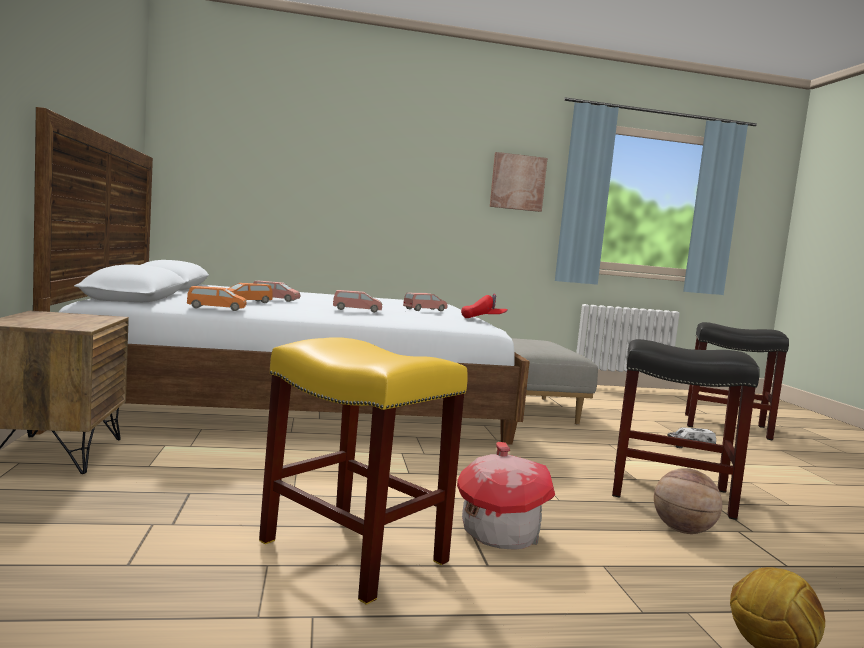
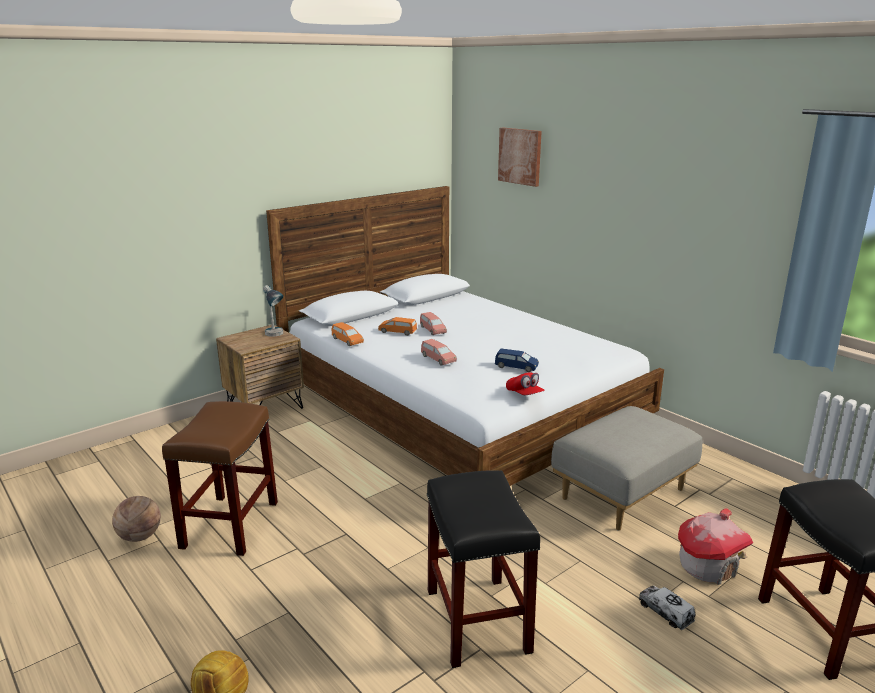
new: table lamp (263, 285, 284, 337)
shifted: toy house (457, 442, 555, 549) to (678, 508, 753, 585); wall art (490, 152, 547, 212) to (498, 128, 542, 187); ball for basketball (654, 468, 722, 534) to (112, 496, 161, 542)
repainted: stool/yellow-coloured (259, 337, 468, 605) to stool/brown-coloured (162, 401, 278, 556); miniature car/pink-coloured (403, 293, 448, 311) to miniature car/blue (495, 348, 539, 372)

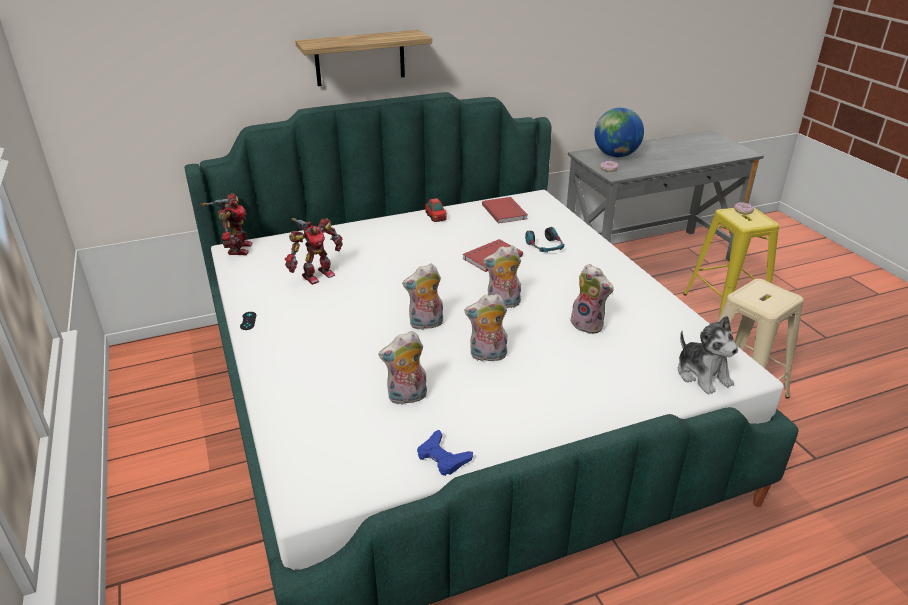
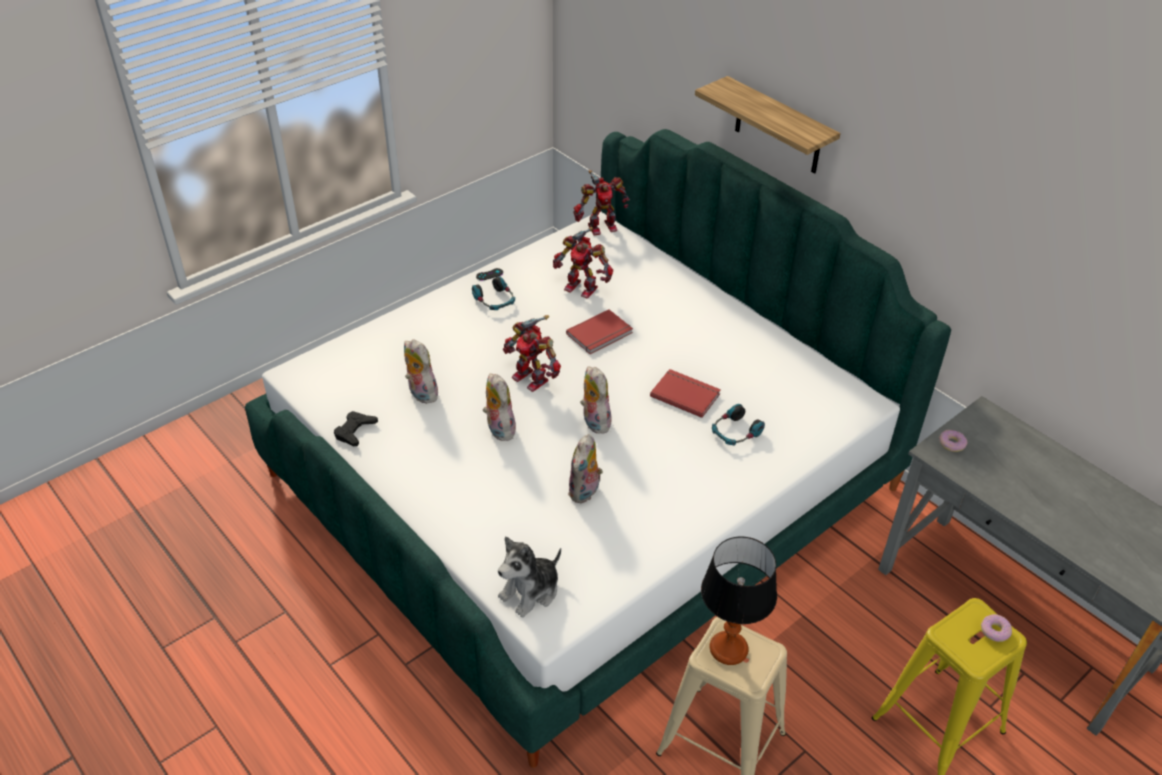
gone: miniature car (425, 198, 447, 222); world globe (595, 108, 644, 157)
new: headphones (472, 276, 515, 310); table lamp (701, 536, 777, 665)
shifted: bound book/red (482, 197, 528, 224) to (566, 309, 633, 354)
swapped: soft toy (402, 264, 443, 330) to robot figure (503, 315, 561, 392)
repainted: gamepad/blue (417, 430, 473, 476) to gamepad/black (334, 411, 378, 446)

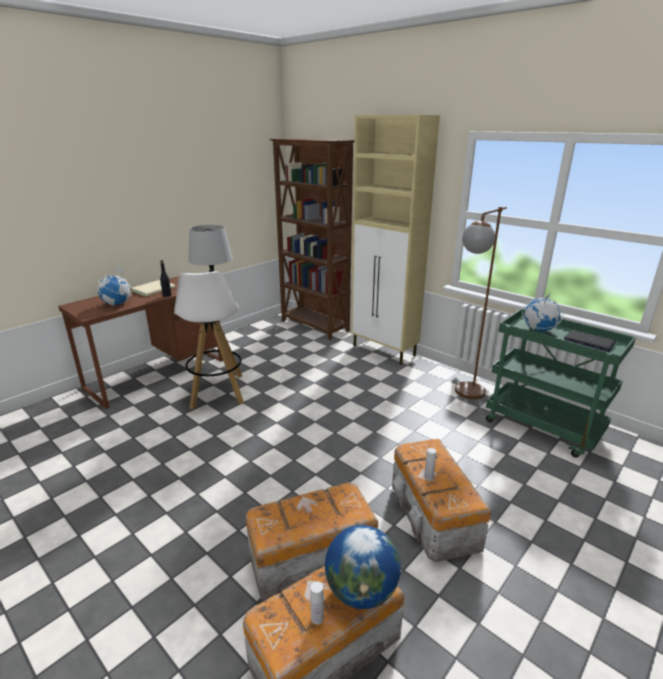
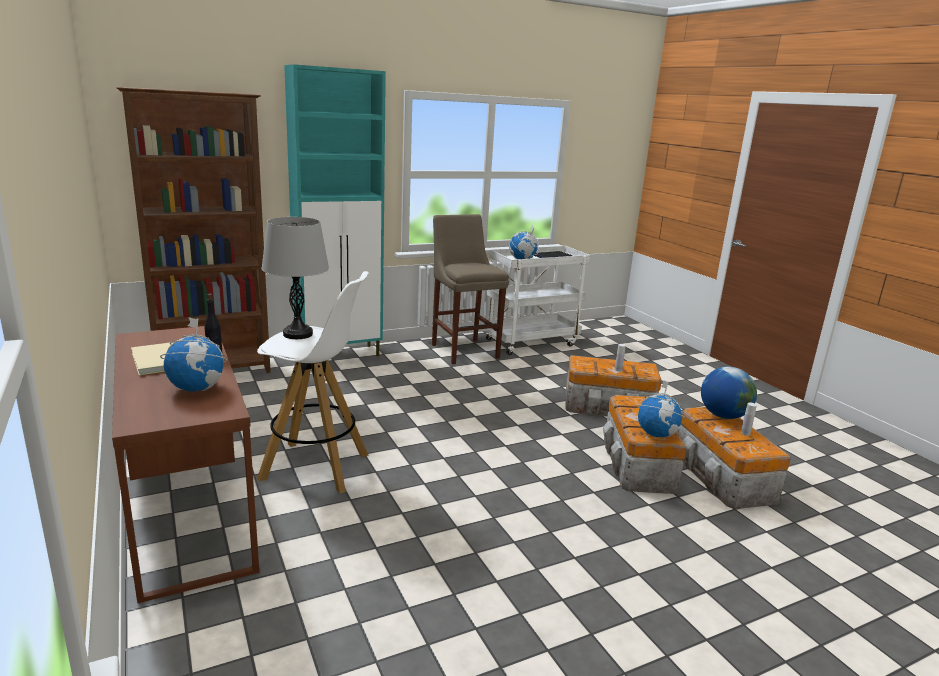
new: world globe (637, 380, 685, 438)
swapped: standard lamp/brown-coloured (455, 207, 507, 399) to stool/beige (432, 214, 509, 364)
repainted: storage cabinet/beige (351, 115, 440, 364) to storage cabinet/turquoise (284, 64, 386, 356); wheeled cart/greenish (486, 309, 636, 458) to wheeled cart/white-coloured (486, 246, 591, 355)

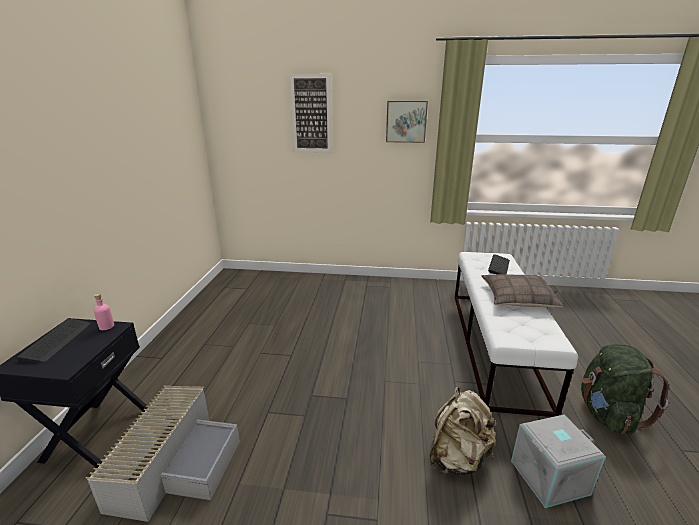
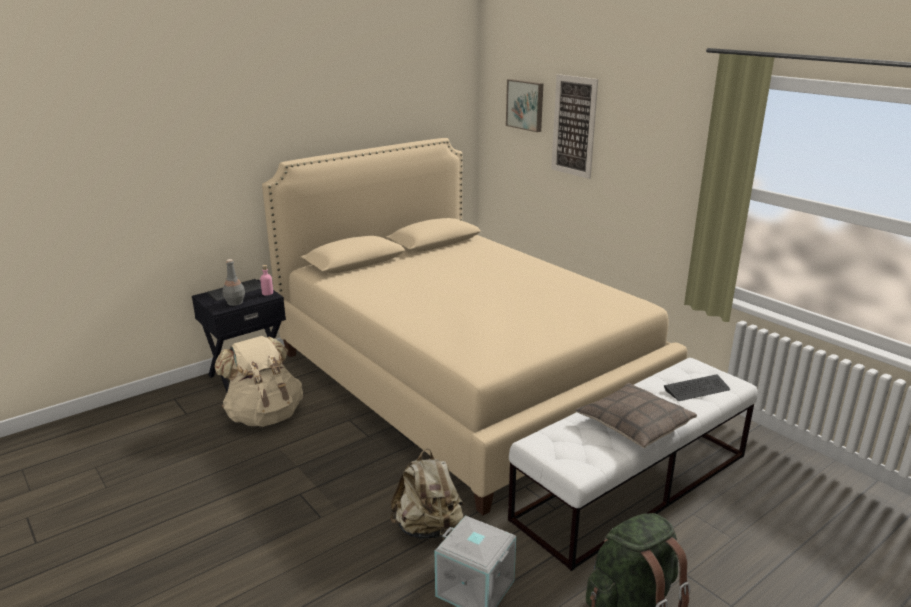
new: drink bottle/grey (223, 259, 245, 306); bedroom bed/beige (262, 138, 687, 515)
shifted: wall art (386, 101, 428, 143) to (506, 79, 543, 132)
swapped: storage container/grey (86, 386, 240, 522) to knapsack/beige (214, 336, 303, 427)

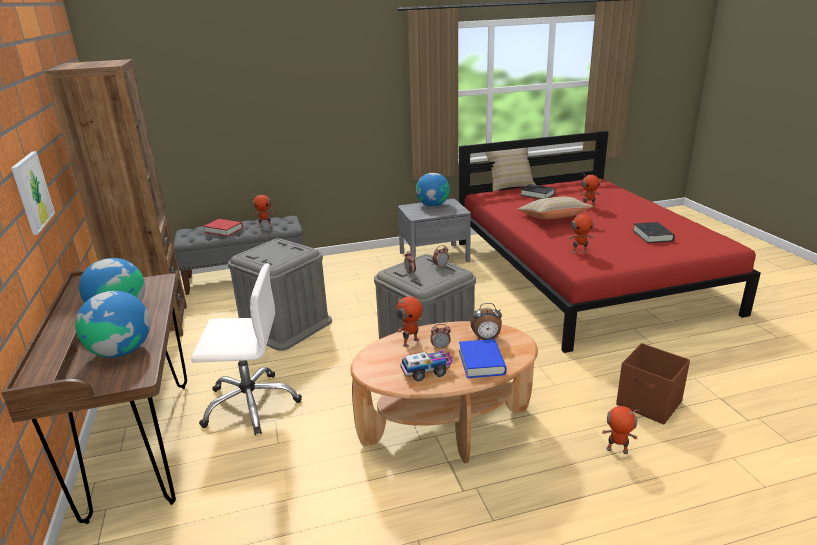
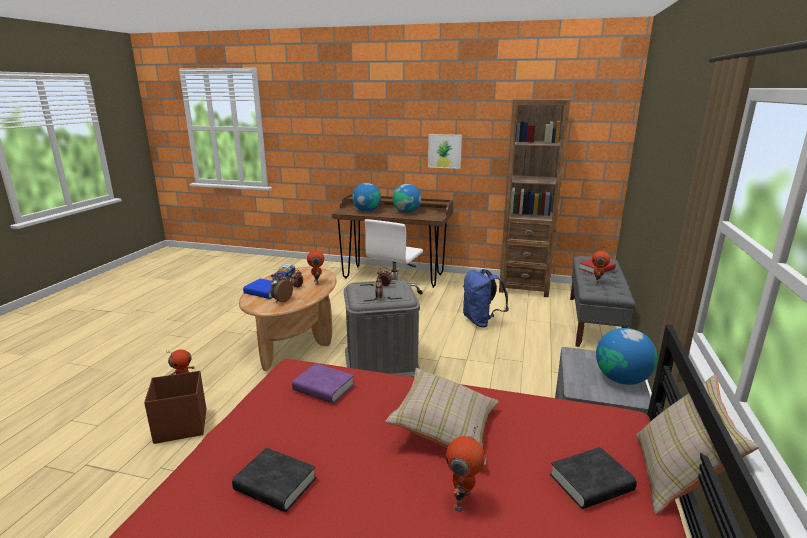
swapped: storage container/grey (228, 238, 332, 351) to knapsack/blue (463, 269, 509, 328); robot figure (569, 212, 594, 254) to bound book/purple-coloured (292, 363, 354, 404)

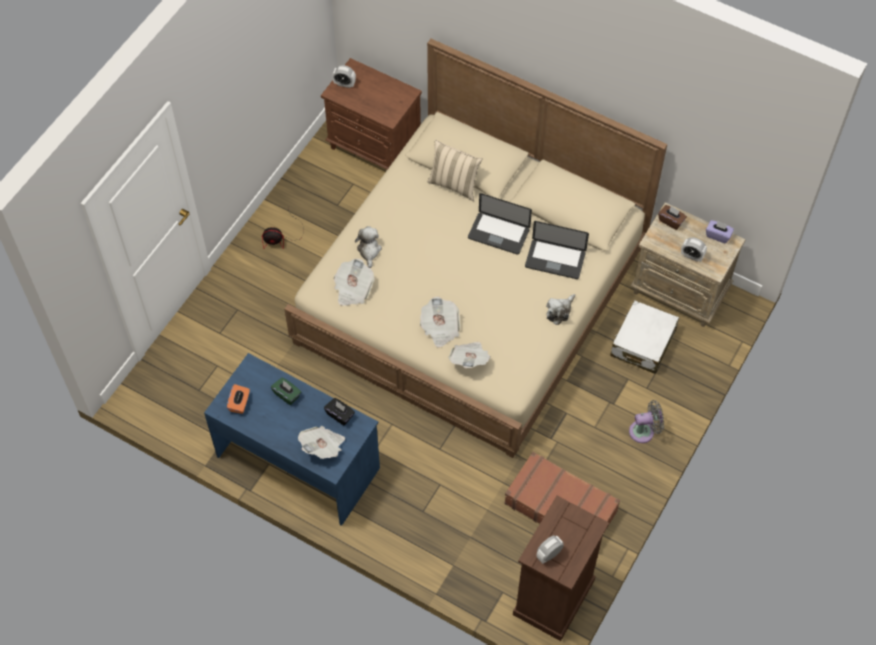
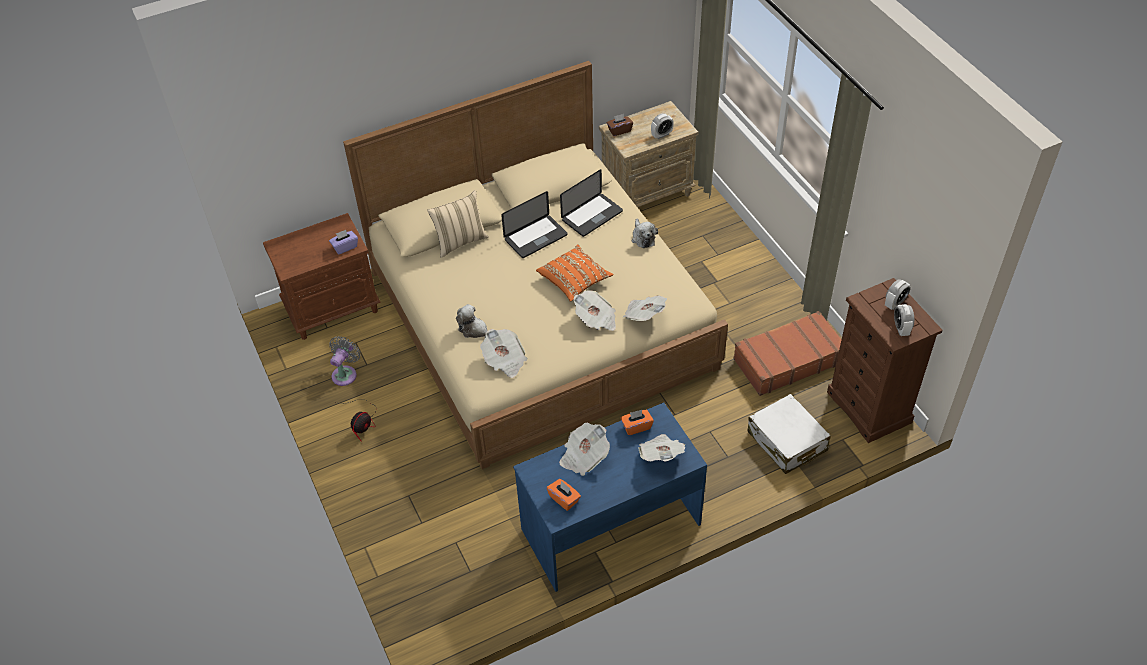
new: pillow/orange-coloured (536, 244, 613, 302)
shifted: bedside clock (332, 65, 356, 88) to (885, 279, 911, 310); travel case/white-coloured (610, 300, 679, 374) to (748, 394, 831, 474); electric fan/grey (629, 400, 664, 443) to (329, 336, 360, 386); box of tissues/purple-coloured (706, 220, 734, 243) to (329, 230, 358, 254)
swapped: box of tissues/greenish (271, 378, 301, 405) to daily paper (559, 423, 610, 476)
repainted: box of tissues/black (324, 398, 355, 425) to box of tissues/orange-coloured (620, 410, 654, 435)

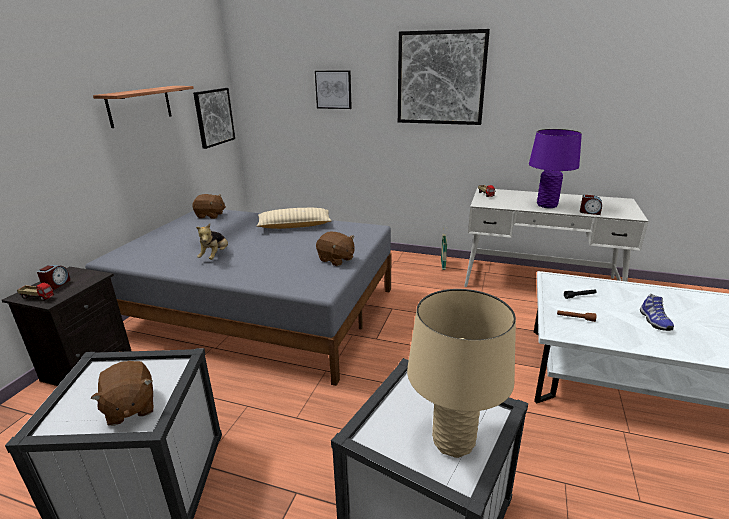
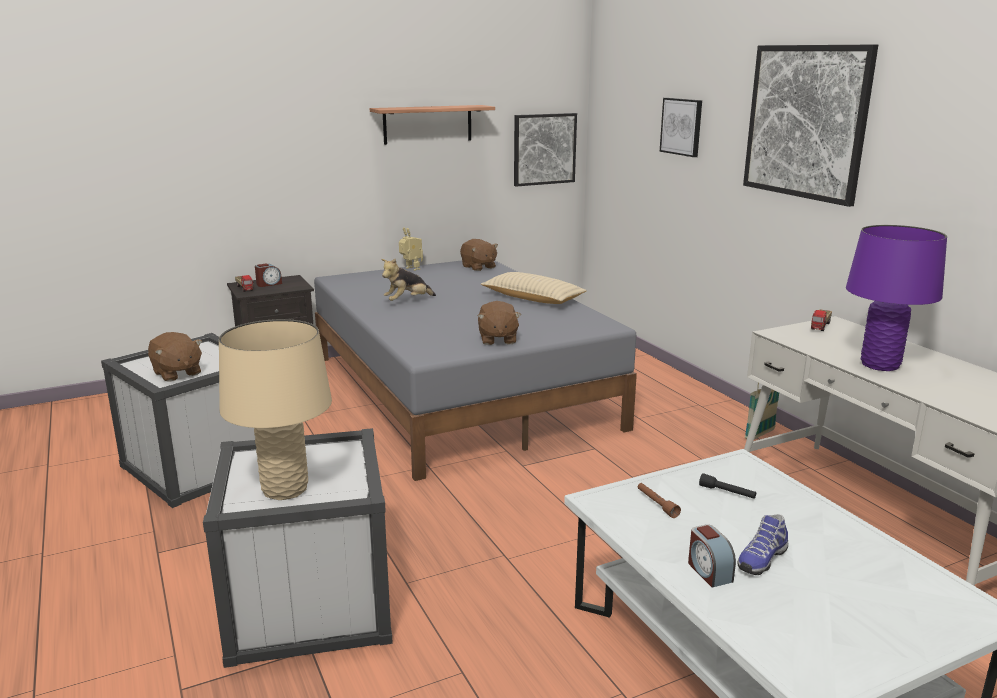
new: robot figure (399, 227, 423, 271)
shifted: bedside clock (580, 195, 602, 215) to (688, 524, 736, 588)
rotated: soft toy/brown-coloured (91, 361, 153, 426) = (148, 332, 202, 382) 60 degrees counterclockwise

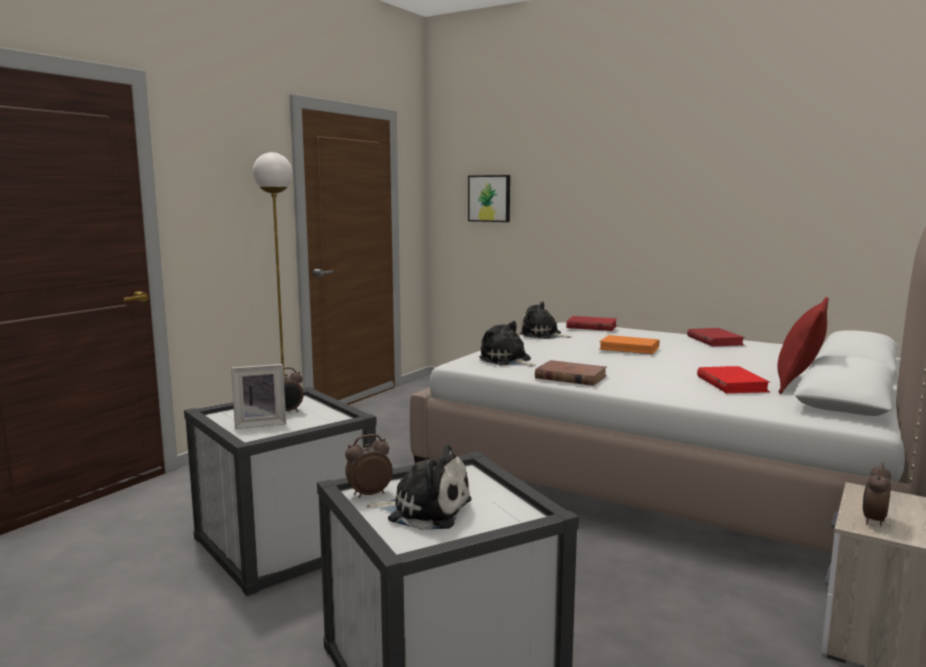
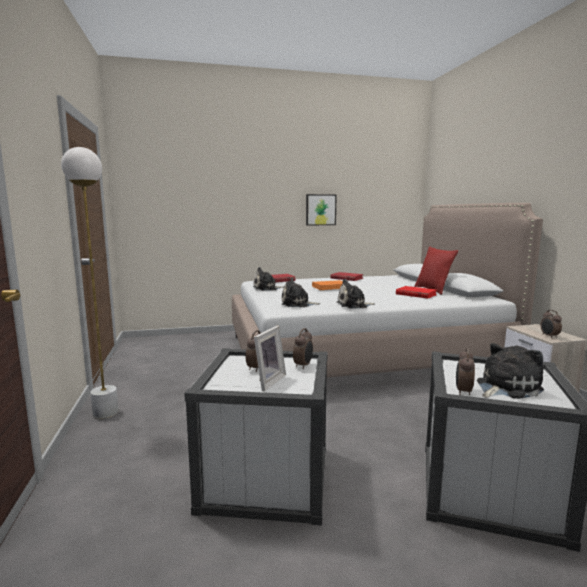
new: bedside clock (293, 328, 313, 369)
shifted: wall art (468, 175, 510, 222) to (306, 194, 337, 225)
swapped: bound book/brown-coloured (535, 360, 607, 386) to soft toy (337, 279, 375, 309)

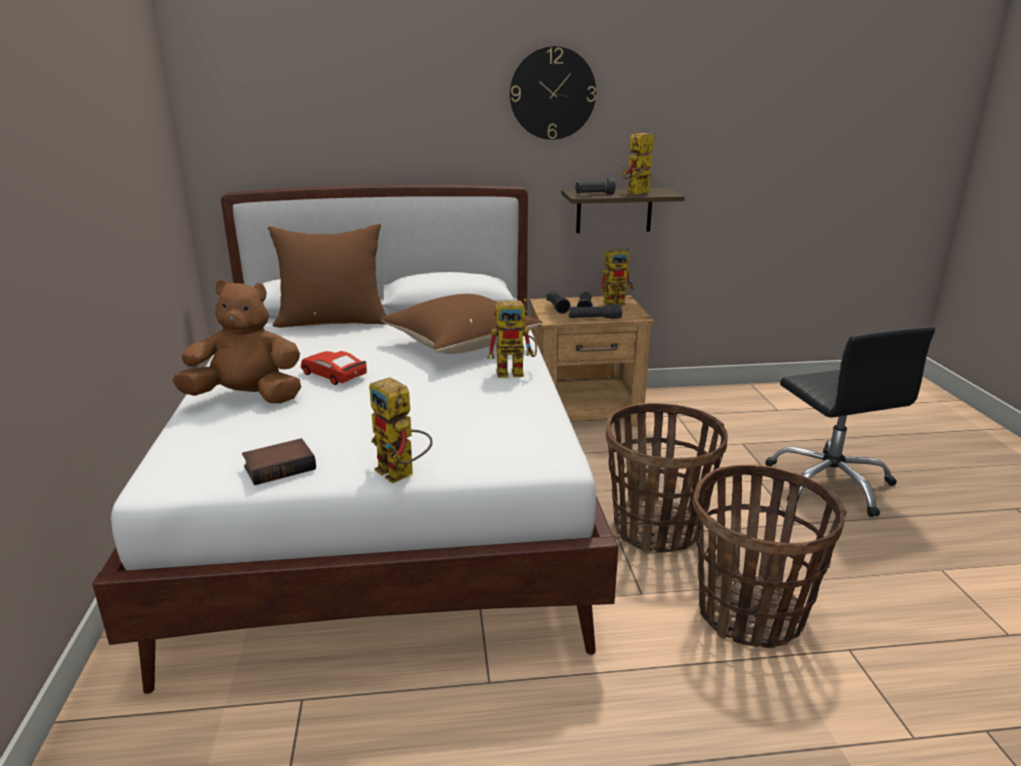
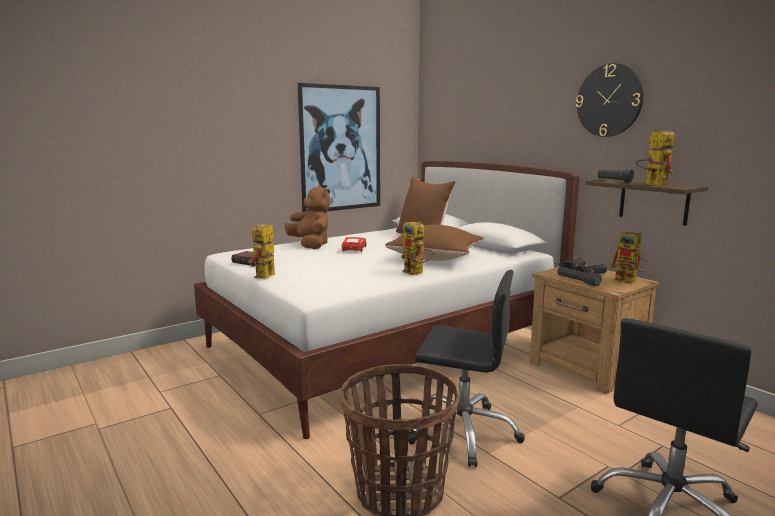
new: wall art (298, 83, 380, 212)
swapped: storage basket (606, 403, 728, 553) to desk chair/black (408, 270, 525, 467)
rotated: robot figure (621, 131, 654, 194) = (636, 128, 675, 186) 60 degrees clockwise

